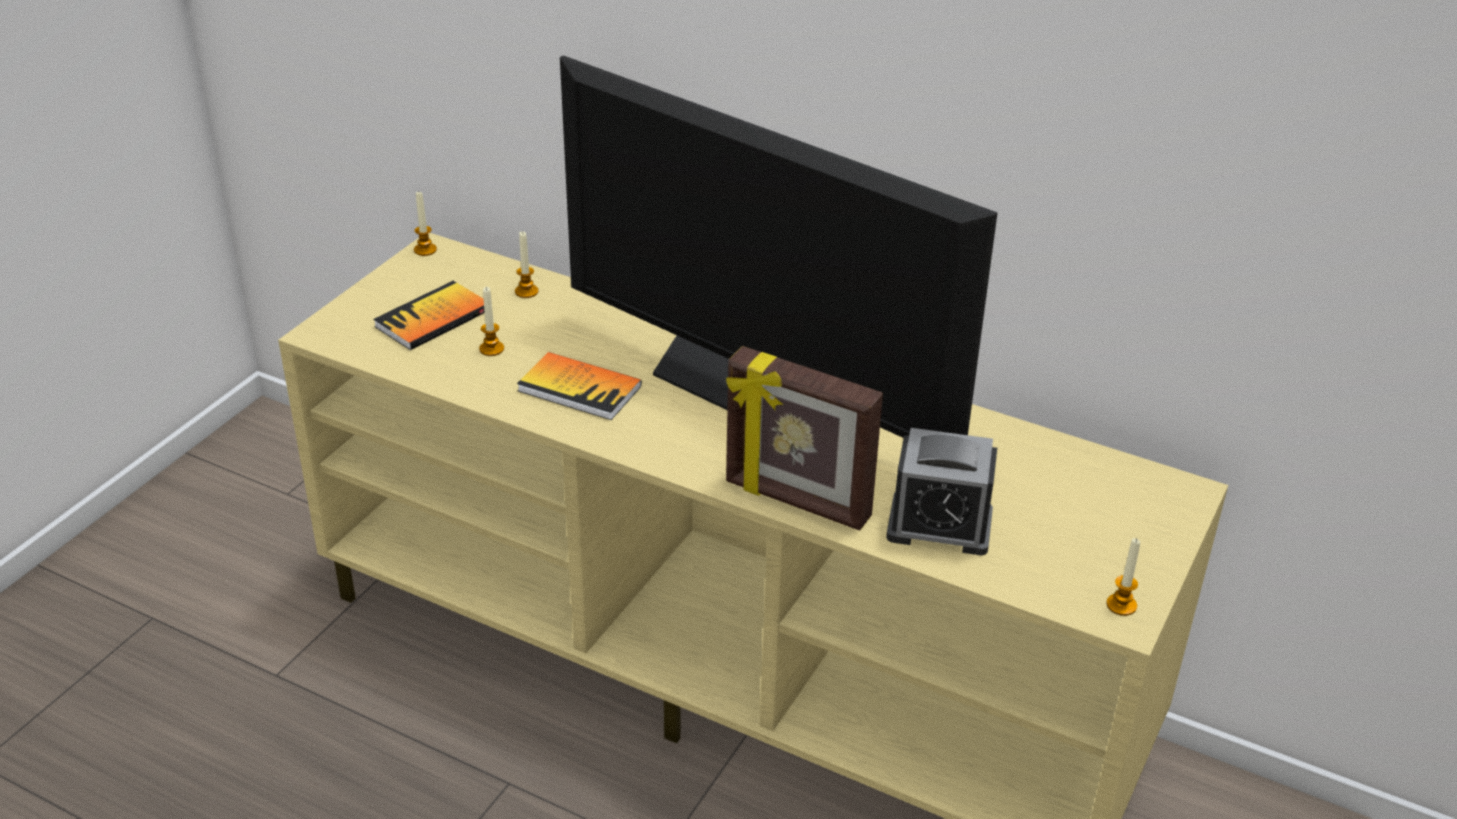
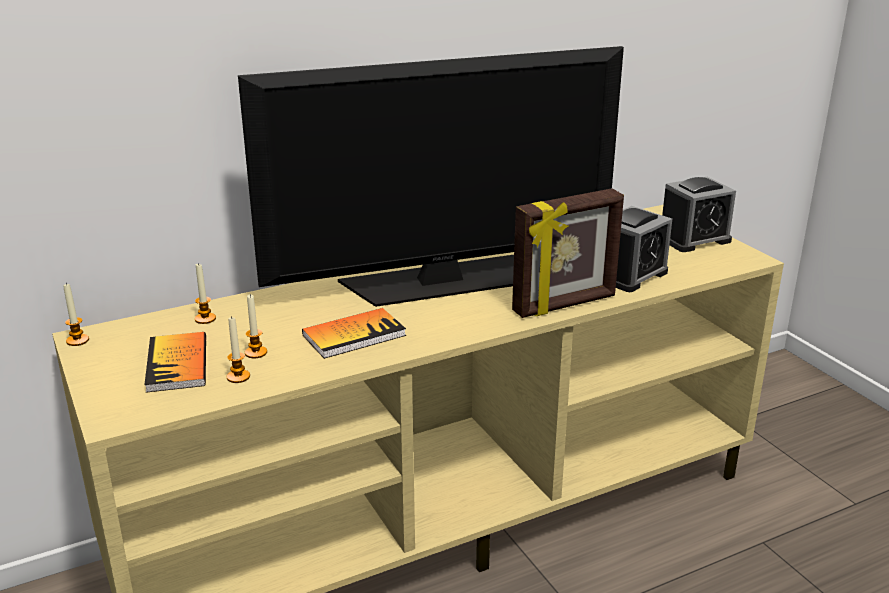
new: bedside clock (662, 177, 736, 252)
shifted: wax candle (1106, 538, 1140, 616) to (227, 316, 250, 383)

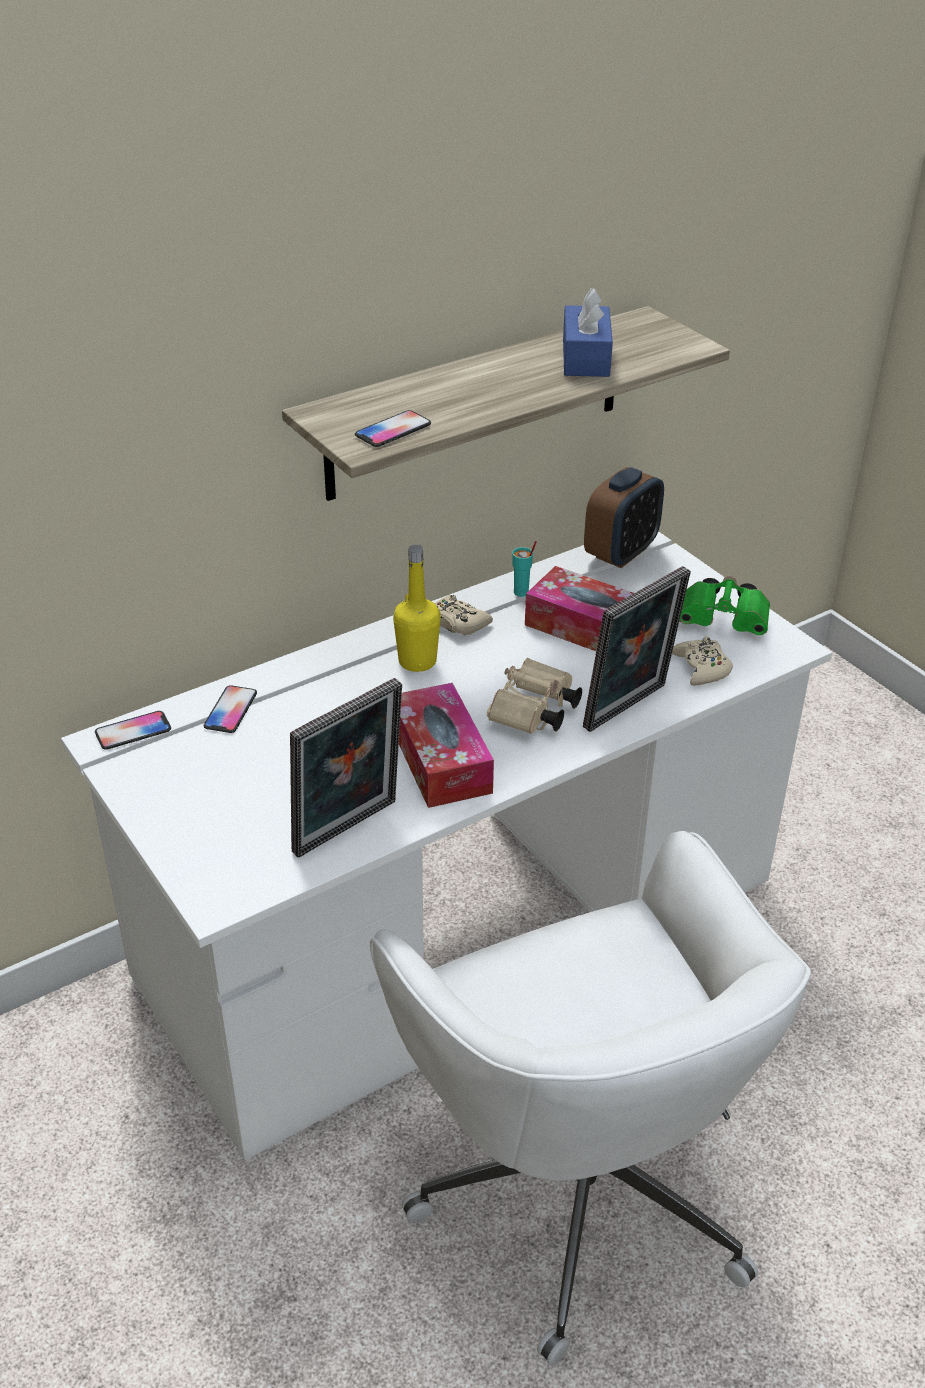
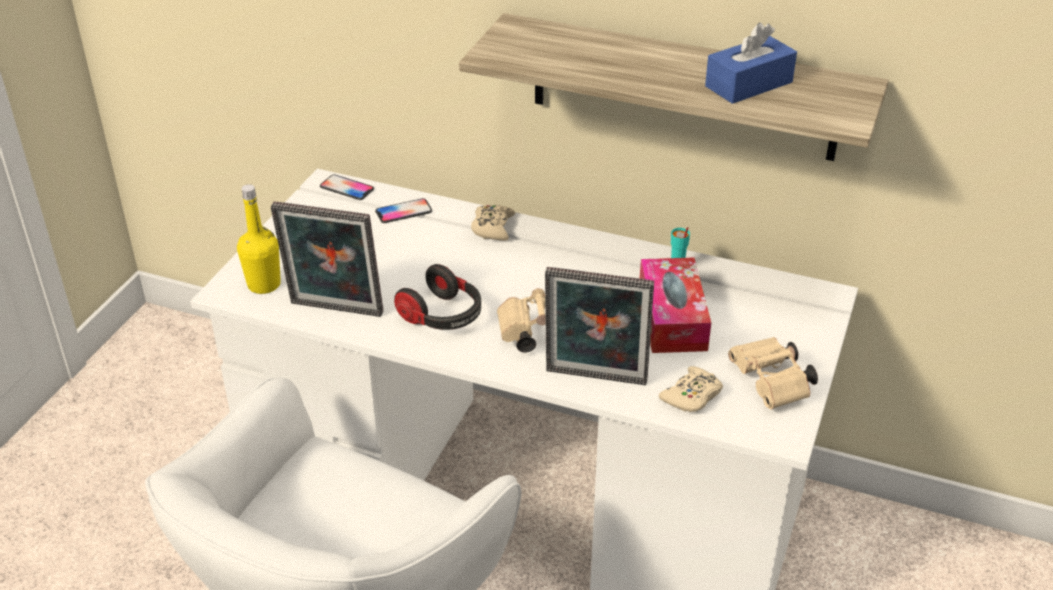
gone: telephone (355, 410, 431, 447); bedside clock (584, 467, 664, 568)
shifted: drink bottle/yellow-coloured (393, 545, 441, 672) to (237, 184, 281, 294); gamepad/beige (435, 595, 493, 636) to (471, 205, 515, 241)
swapped: box of tissues (399, 683, 494, 808) to headphones (394, 264, 481, 330)
repainted: pair of binoculars/greenish (680, 576, 770, 635) to pair of binoculars/beige (728, 337, 818, 409)

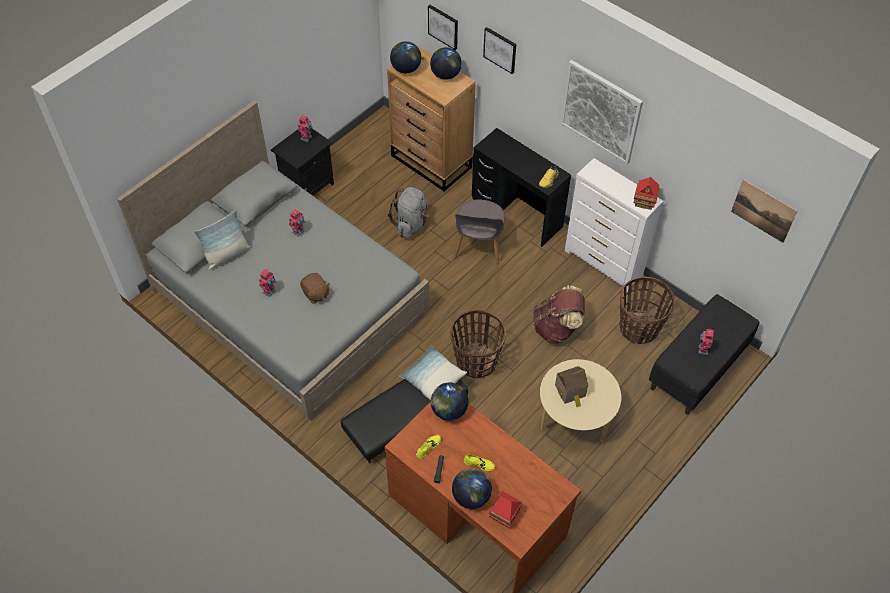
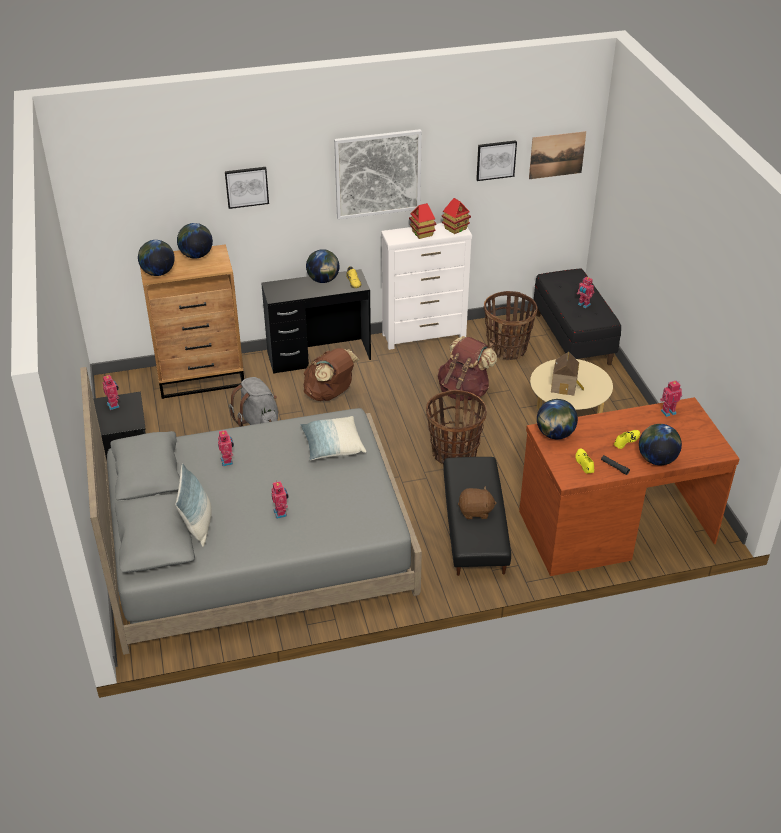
new: world globe (306, 249, 339, 283); robot figure (660, 380, 682, 417)
shifted: soft toy/brown-coloured (300, 273, 330, 304) to (458, 486, 497, 519); pillow (399, 345, 467, 400) to (300, 416, 366, 460); wall art (428, 5, 458, 50) to (476, 140, 517, 181); toy house (489, 491, 523, 528) to (409, 203, 437, 239)
swapped: upright chair/grey (453, 199, 505, 265) to knapsack/brown-coloured (303, 348, 360, 401)

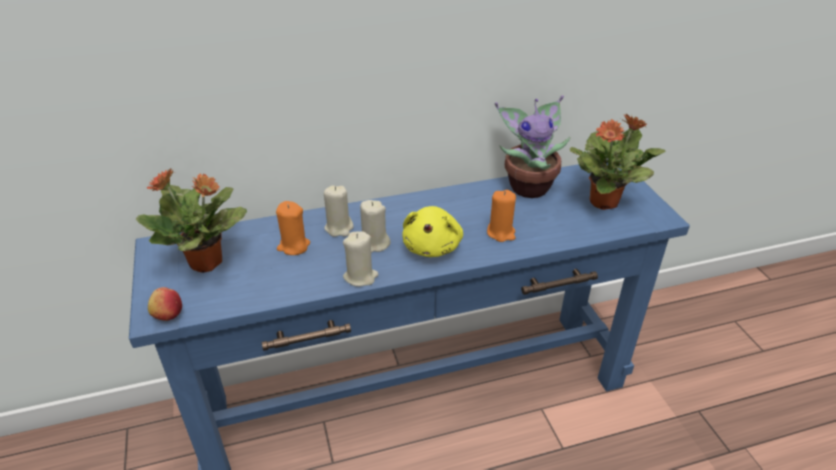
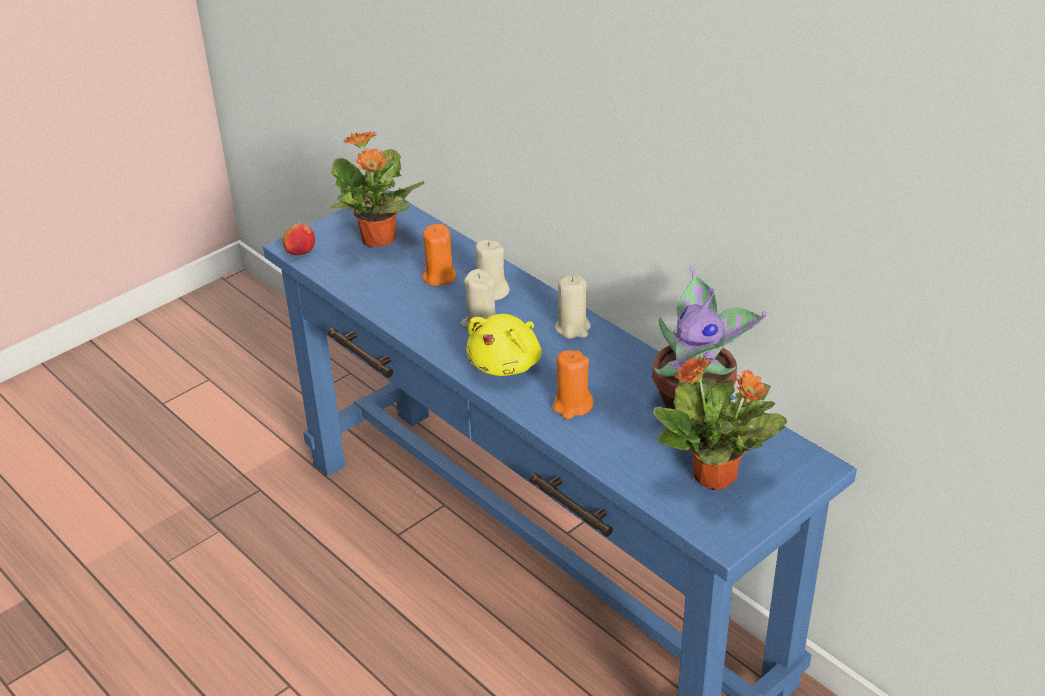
shifted: wax candle/beige (343, 231, 379, 287) to (555, 275, 591, 339)
rotated: soft toy/yellow-coloured (402, 206, 463, 257) = (466, 314, 542, 376) 45 degrees counterclockwise

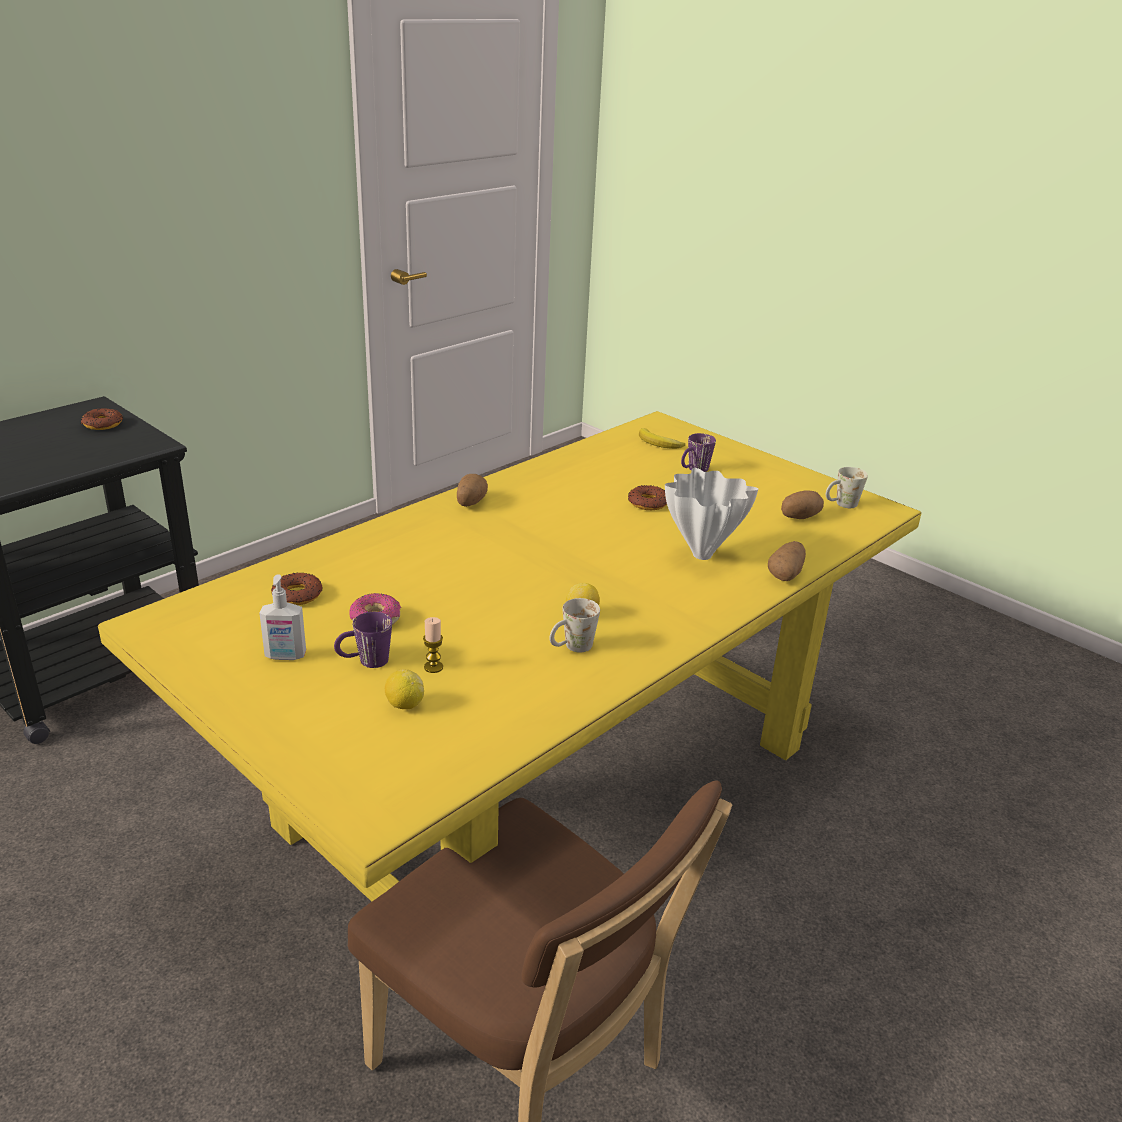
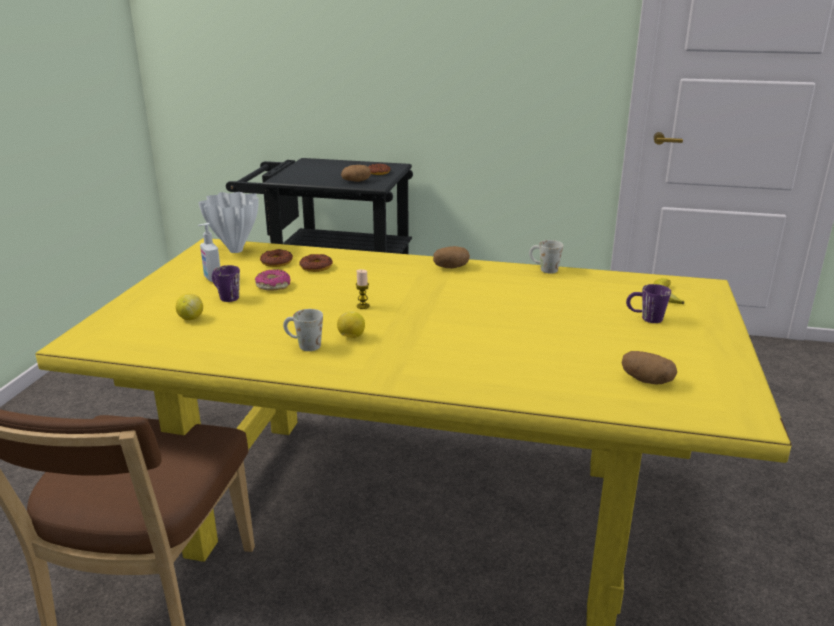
shifted: wax candle (423, 617, 443, 673) to (356, 269, 370, 309); ring doughnut (628, 485, 667, 510) to (299, 254, 333, 272); vase/white-coloured (665, 468, 758, 560) to (198, 192, 259, 253); spud (768, 541, 806, 581) to (341, 165, 371, 182); mug/white-coloured (826, 467, 868, 508) to (529, 240, 563, 274)

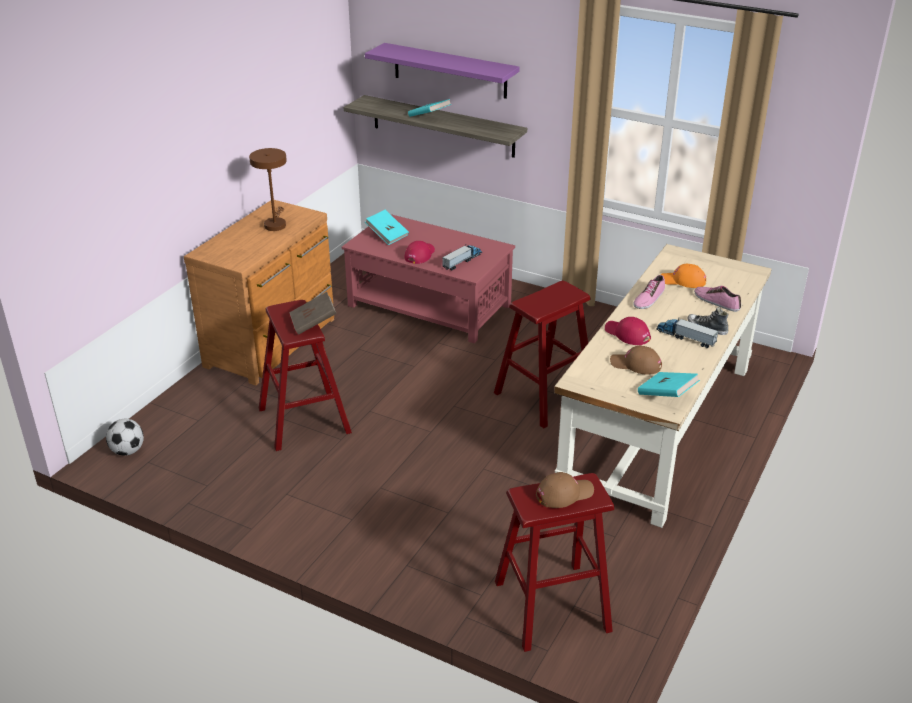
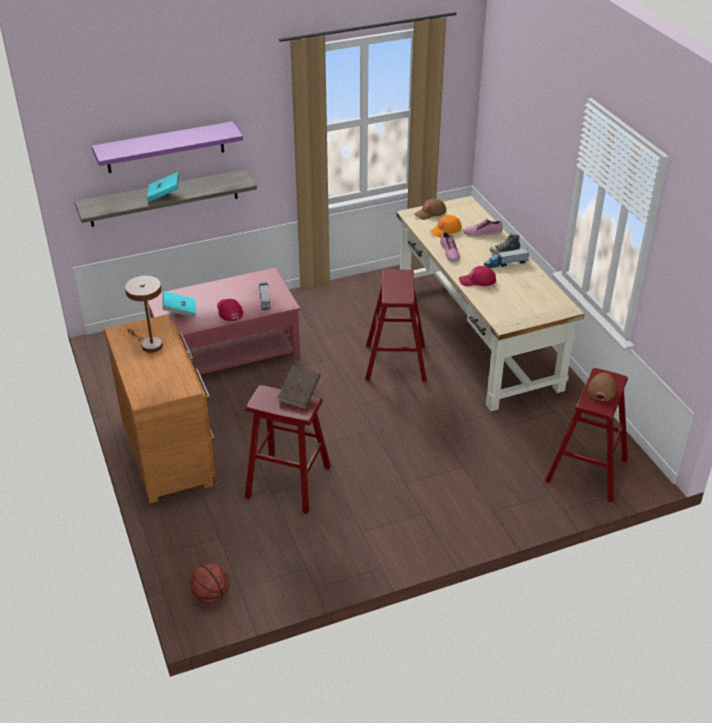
gone: bound book/turquoise (638, 372, 700, 397)
shifted: baseball cap/brown-coloured (610, 346, 662, 375) to (415, 199, 446, 220)
swapped: football (106, 419, 144, 456) to ball for basketball (190, 563, 230, 603)

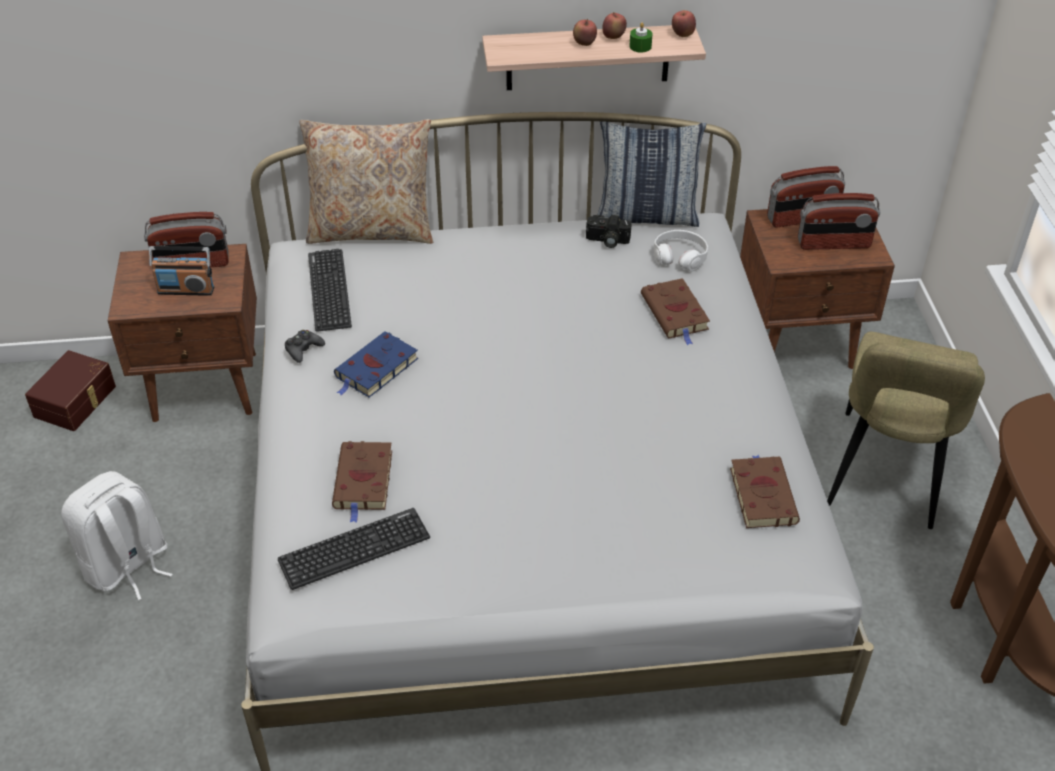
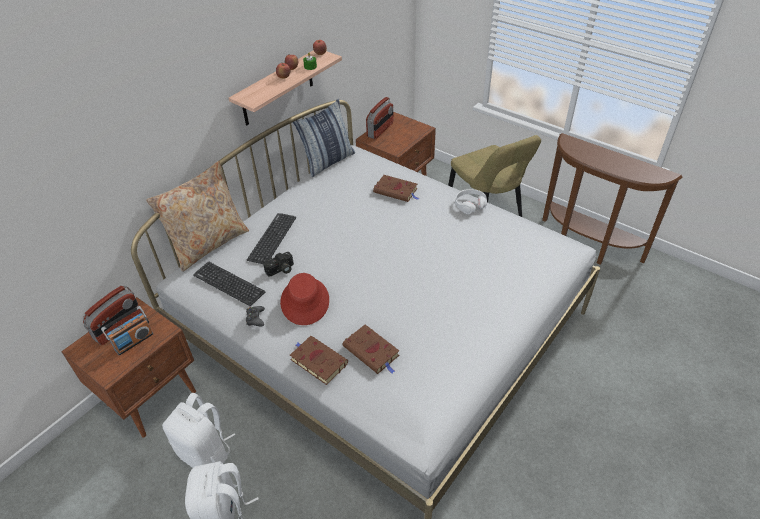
gone: storage container/brown-coloured (25, 350, 116, 431); radio set (798, 193, 880, 250)
new: knapsack/white-coloured (162, 393, 235, 468)
shifted: computer keyboard (278, 508, 430, 590) to (247, 213, 296, 264); still camera (586, 215, 632, 248) to (263, 252, 294, 277); headphones/white-coloured (654, 230, 708, 272) to (455, 189, 487, 214); bound book/brown-coloured (730, 455, 800, 528) to (290, 336, 348, 385)
swapped: bound book/blue (334, 331, 418, 397) to hat/red (280, 273, 329, 325)

